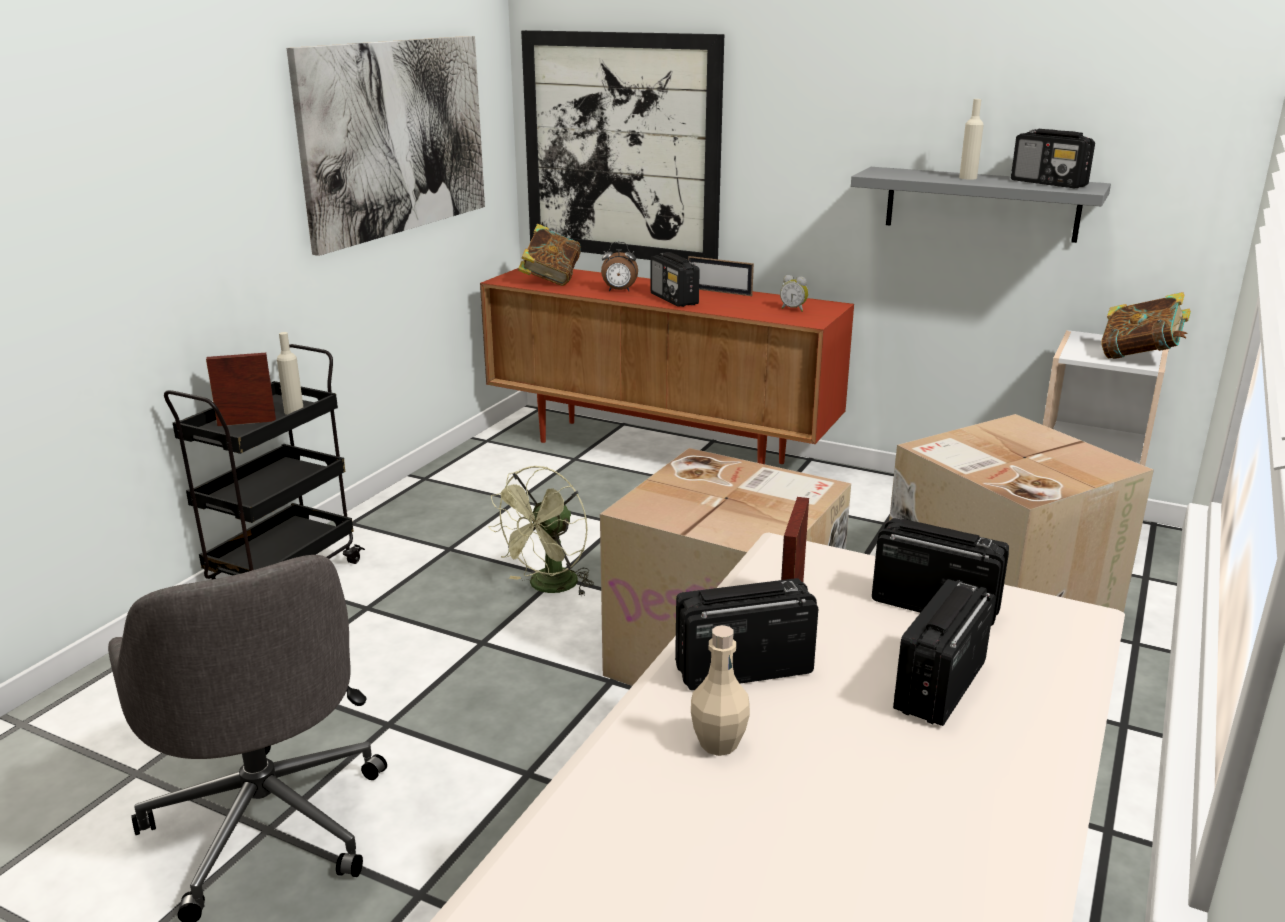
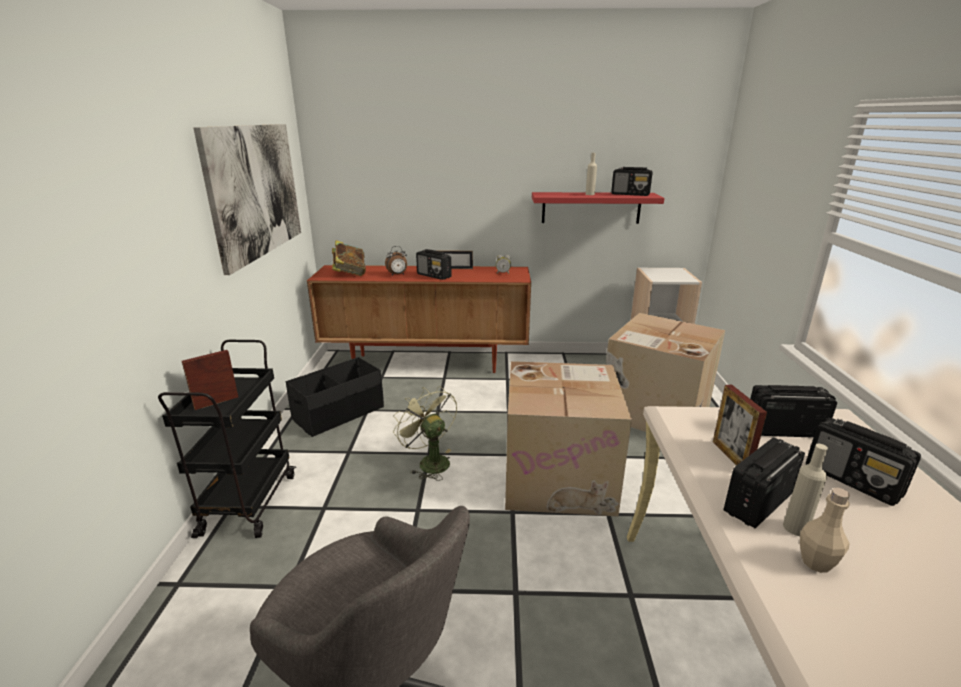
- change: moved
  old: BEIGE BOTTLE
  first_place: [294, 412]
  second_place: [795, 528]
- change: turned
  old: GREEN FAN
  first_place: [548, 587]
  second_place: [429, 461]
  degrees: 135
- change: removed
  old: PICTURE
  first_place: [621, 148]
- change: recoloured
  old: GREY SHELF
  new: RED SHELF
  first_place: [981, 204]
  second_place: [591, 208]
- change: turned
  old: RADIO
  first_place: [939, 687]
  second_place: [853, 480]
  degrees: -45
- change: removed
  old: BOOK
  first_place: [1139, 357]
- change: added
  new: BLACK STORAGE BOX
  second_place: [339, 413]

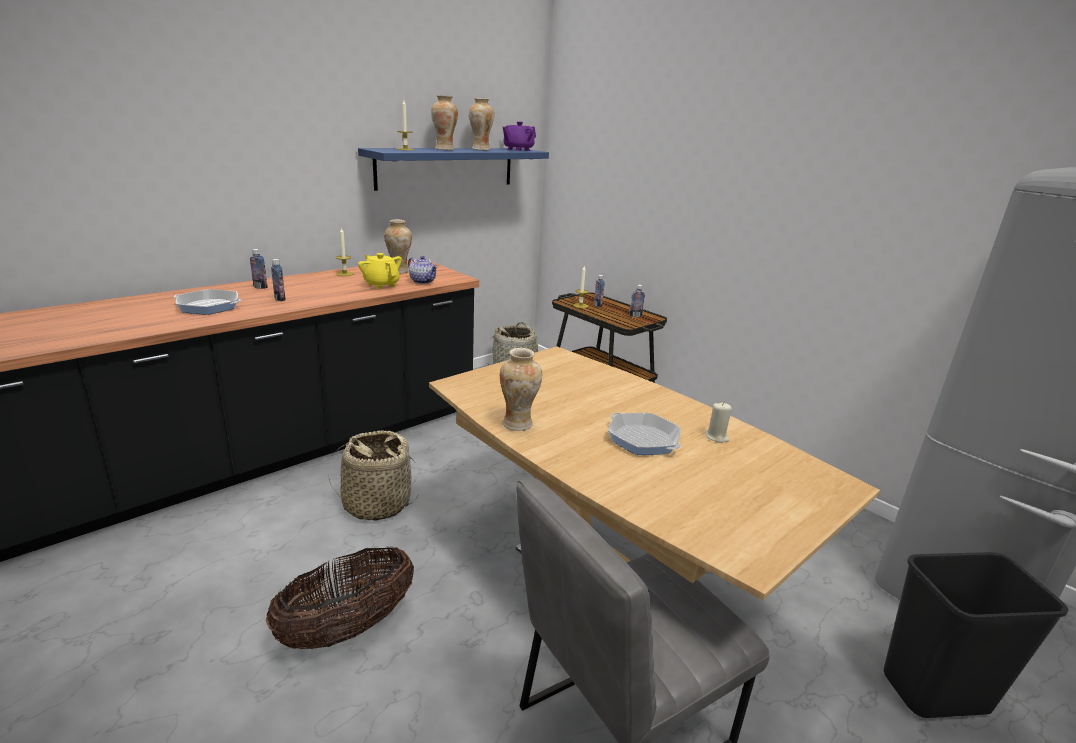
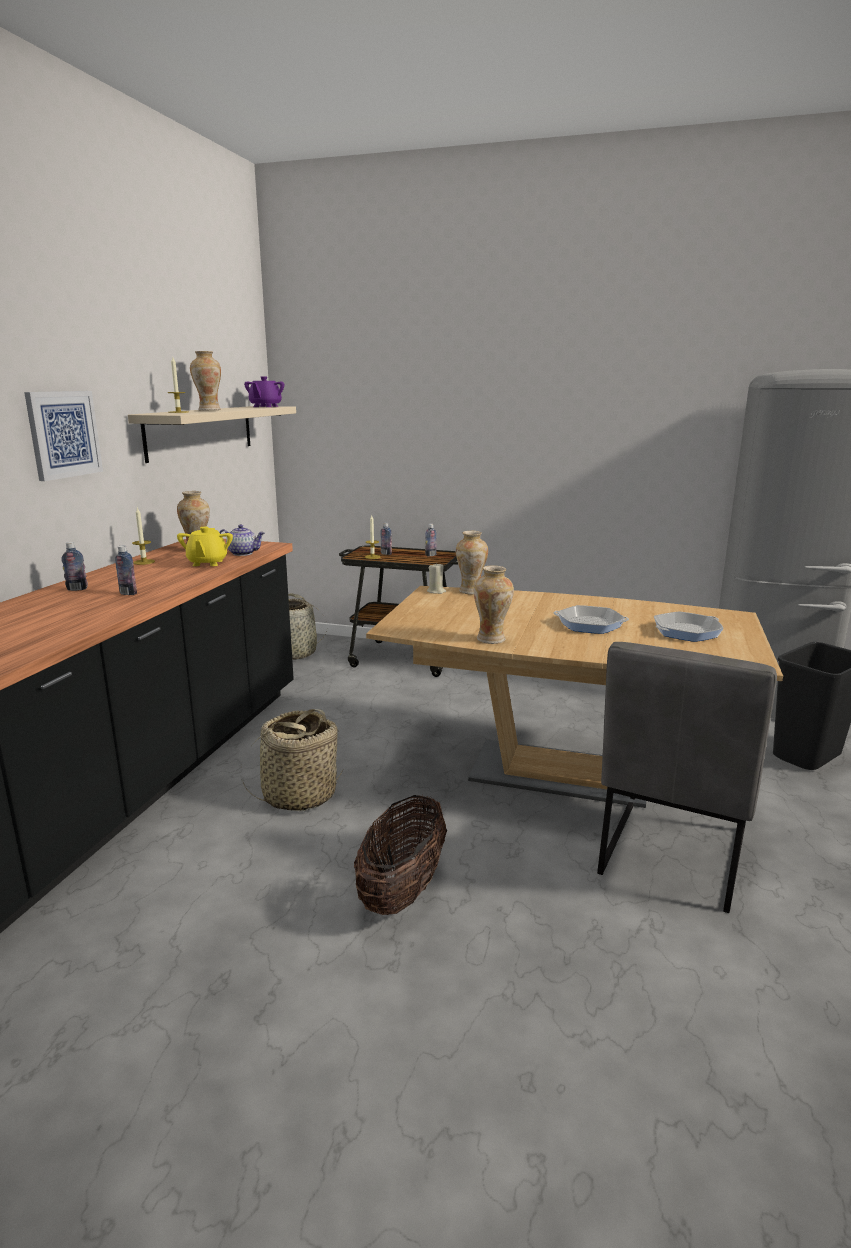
- change: moved
  old: FRYING PAN
  first_place: [209, 306]
  second_place: [686, 632]
- change: recoloured
  old: BLUE SHELF
  new: BEIGE SHELF
  first_place: [447, 167]
  second_place: [201, 431]
- change: turned
  old: YELLOW TEAPOT
  first_place: [381, 284]
  second_place: [207, 563]
  degrees: -105
- change: moved
  old: VASE
  first_place: [480, 149]
  second_place: [471, 591]
- change: moved
  old: BEIGE CANDLE
  first_place: [716, 437]
  second_place: [436, 591]
- change: added
  new: PICTURE
  second_place: [63, 434]

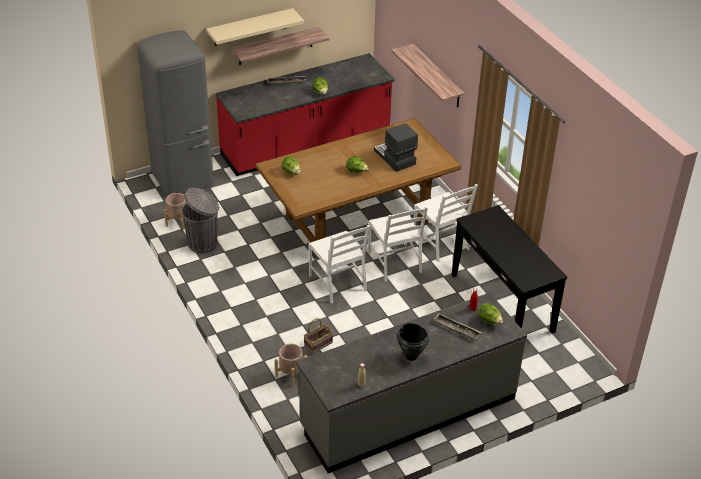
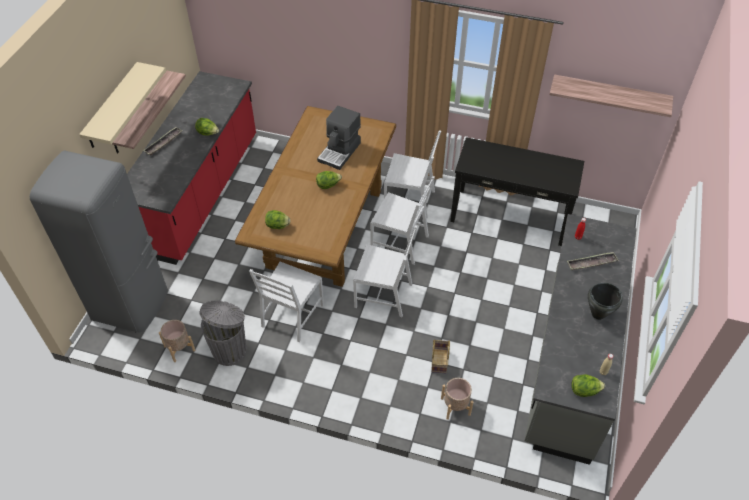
- change: turned
  old: COFFEE MACHINE
  first_place: [394, 158]
  second_place: [340, 152]
  degrees: -75
- change: moved
  old: SHELF
  first_place: [437, 76]
  second_place: [609, 95]
- change: moved
  old: LETTUCE
  first_place: [489, 321]
  second_place: [584, 390]
- change: added
  new: WHITE CHAIR
  second_place: [292, 316]

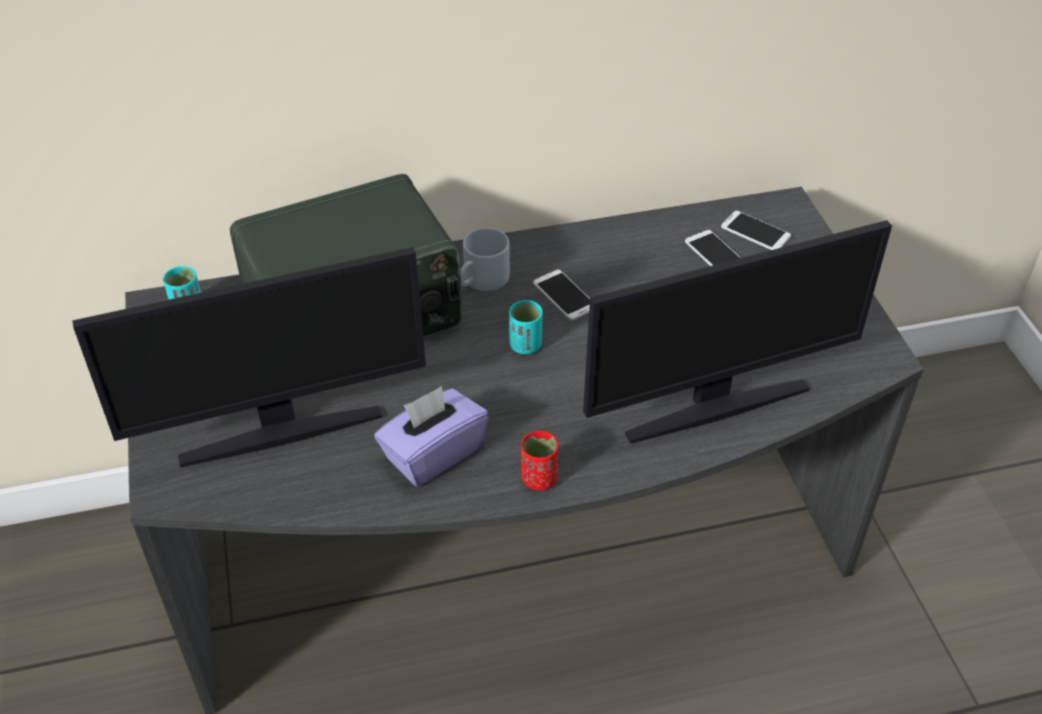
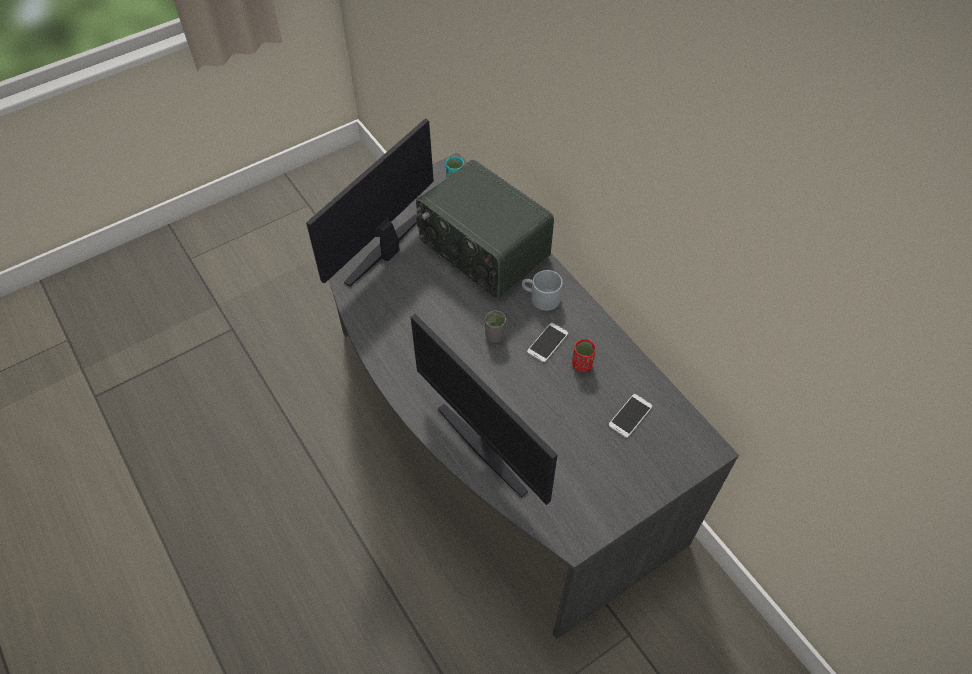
- change: turned
  old: MONITOR
  first_place: [280, 432]
  second_place: [386, 251]
  degrees: 75
- change: removed
  old: PURPLE TISSUE BOX
  first_place: [433, 454]
- change: recoloured
  old: TURQUOISE CUP
  new: GREY CUP
  first_place: [525, 345]
  second_place: [495, 336]
- change: moved
  old: RED CUP
  first_place: [539, 478]
  second_place: [582, 364]
- change: removed
  old: PHONE
  first_place: [755, 232]

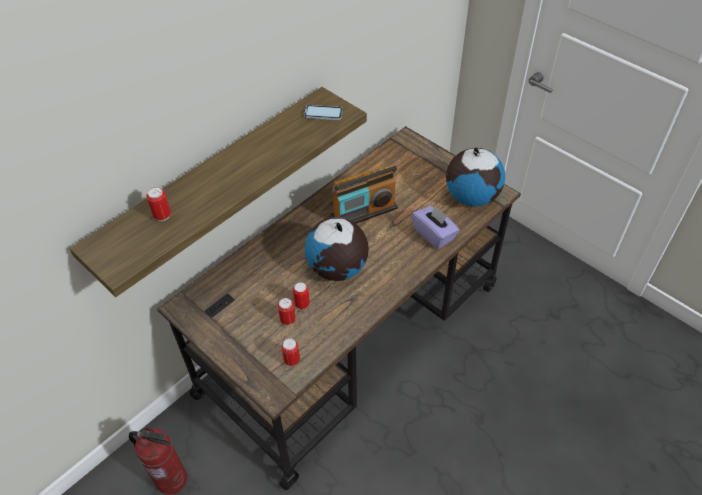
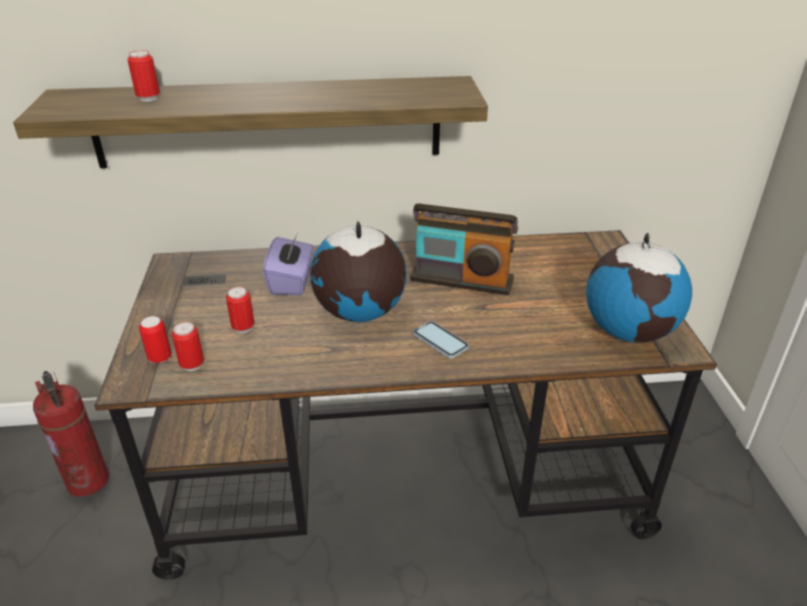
- change: moved
  old: CAN
  first_place: [302, 304]
  second_place: [160, 358]
- change: moved
  old: PHONE
  first_place: [323, 113]
  second_place: [440, 341]
- change: moved
  old: PURPLE TISSUE BOX
  first_place: [434, 235]
  second_place: [292, 281]

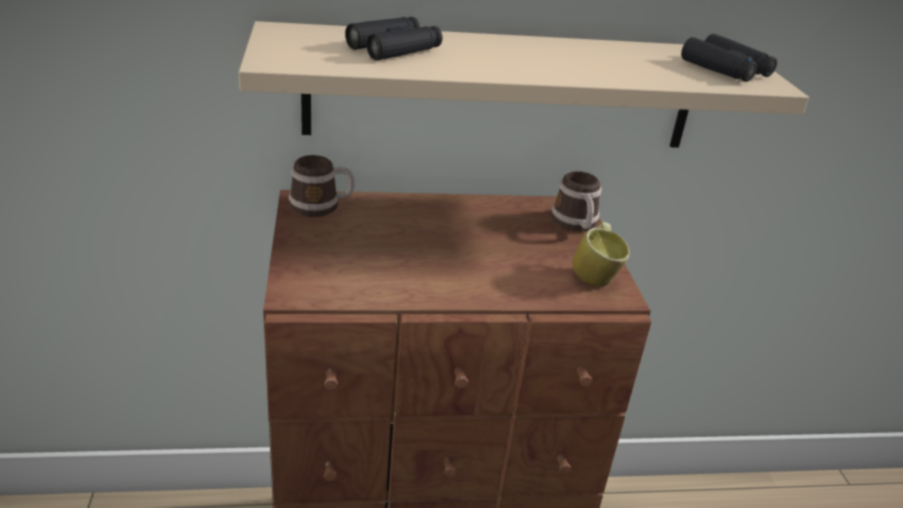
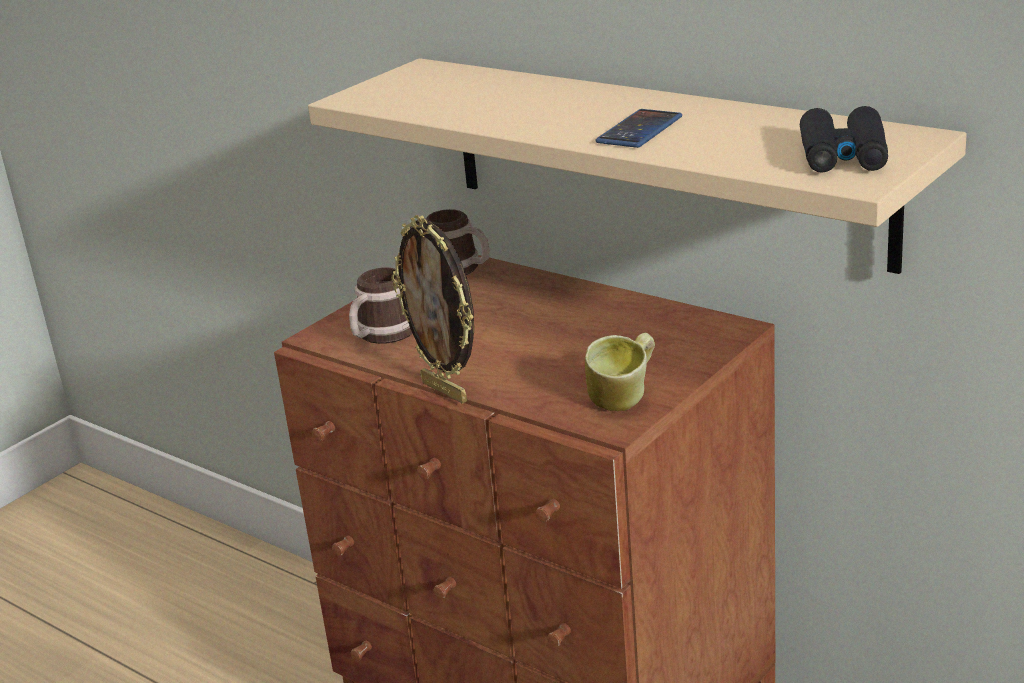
- change: removed
  old: BLACK BINOCULARS
  first_place: [394, 49]
- change: moved
  old: MUG
  first_place: [576, 224]
  second_place: [381, 335]
- change: added
  new: PICTURE FRAME
  second_place: [446, 391]
- change: added
  new: PHONE
  second_place: [639, 130]

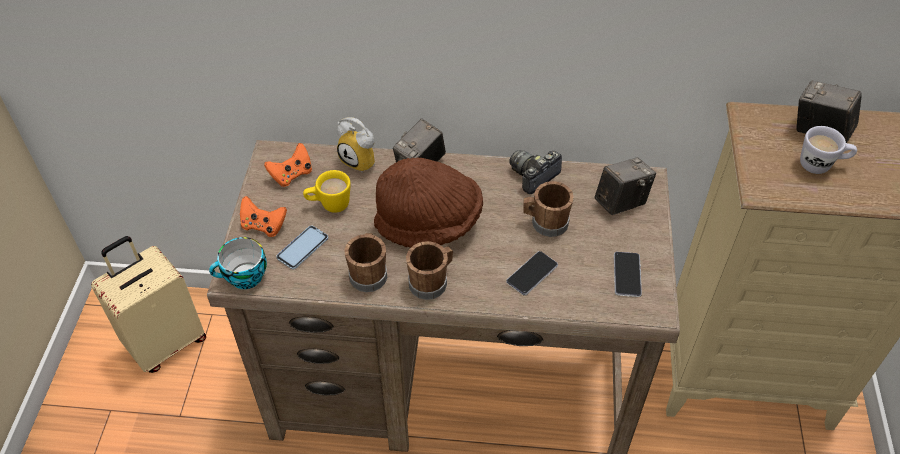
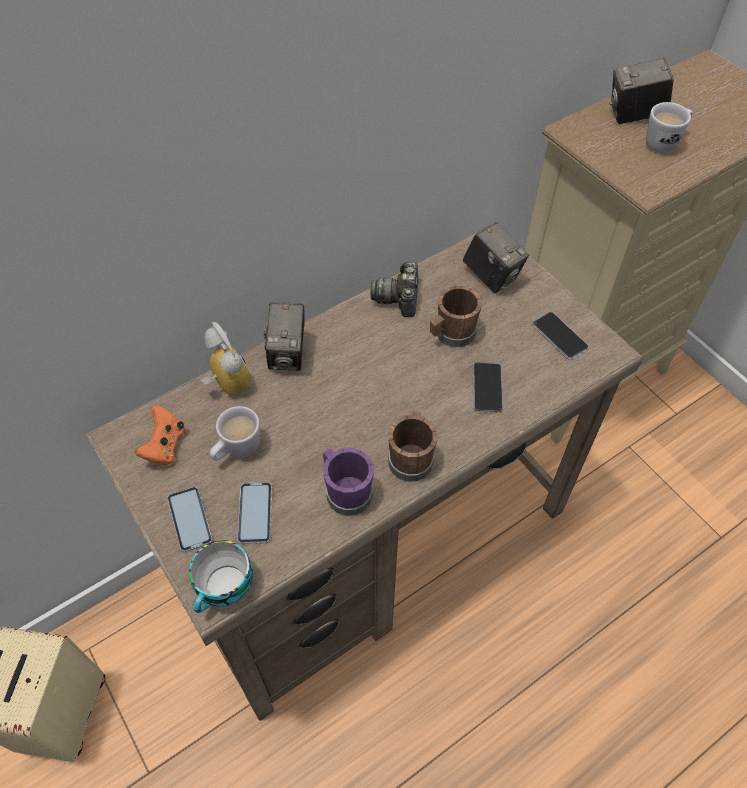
- change: replaced
  old: ORANGE GAME CONTROLLER
  new: PHONE
  first_place: [263, 226]
  second_place: [190, 519]
- change: recoloured
  old: YELLOW MUG
  new: WHITE MUG
  first_place: [329, 205]
  second_place: [237, 450]
- change: turned
  old: ALARM CLOCK
  first_place: [362, 160]
  second_place: [224, 384]
  degrees: -120
- change: recoloured
  old: BROWN MUG
  new: PURPLE MUG
  first_place: [368, 273]
  second_place: [346, 491]
- change: removed
  old: BROWN HAT
  first_place: [429, 223]
- change: turned
  old: PHOTO CAMERA
  first_place: [621, 202]
  second_place: [492, 276]
  degrees: 120

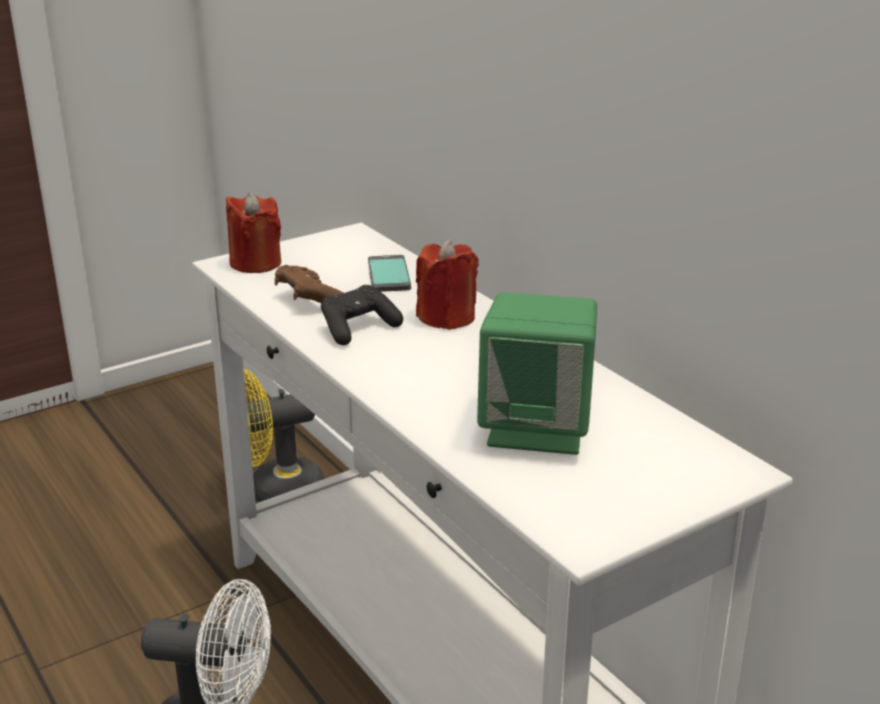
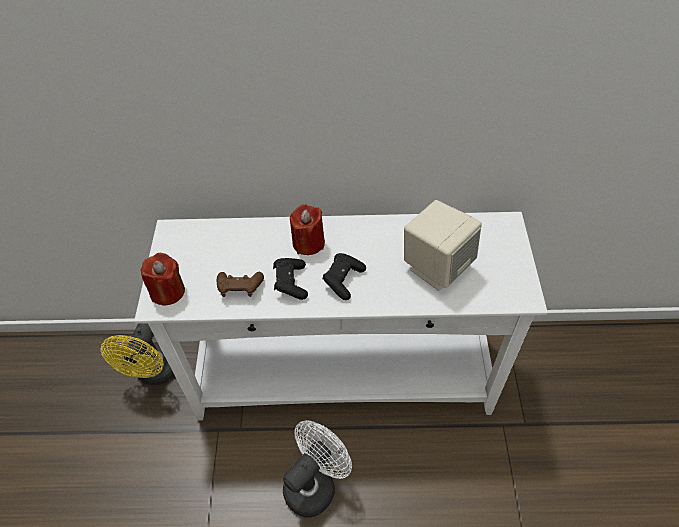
- change: removed
  old: PHONE
  first_place: [388, 275]
- change: recoloured
  old: GREEN SPEAKER
  new: BEIGE SPEAKER
  first_place: [537, 429]
  second_place: [436, 266]
- change: added
  new: BLACK GAME CONTROLLER
  second_place: [343, 280]

